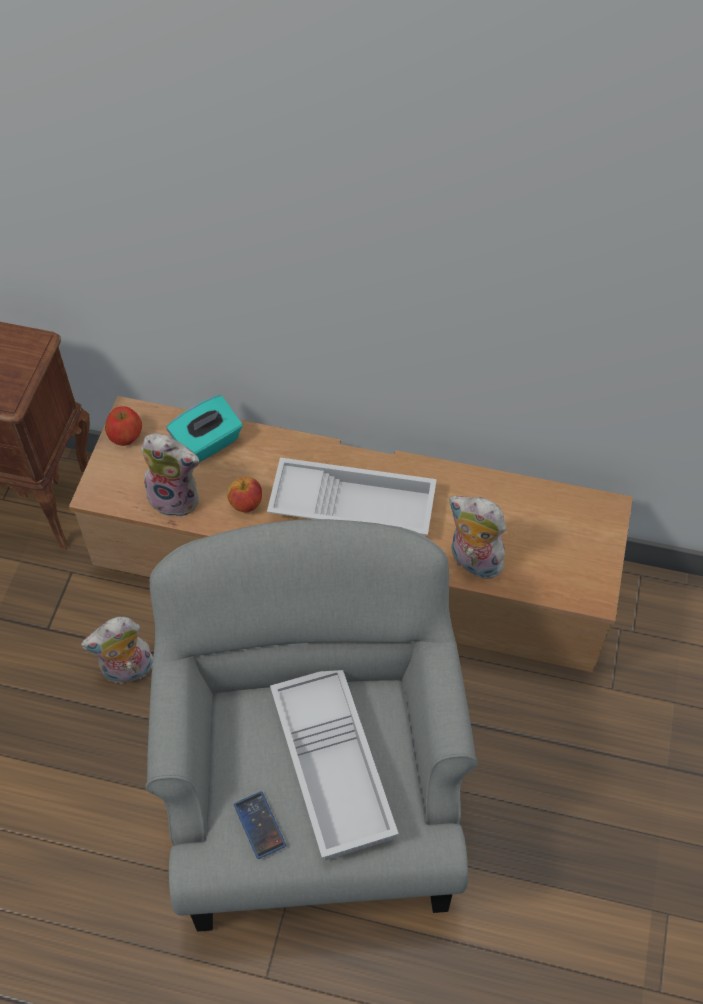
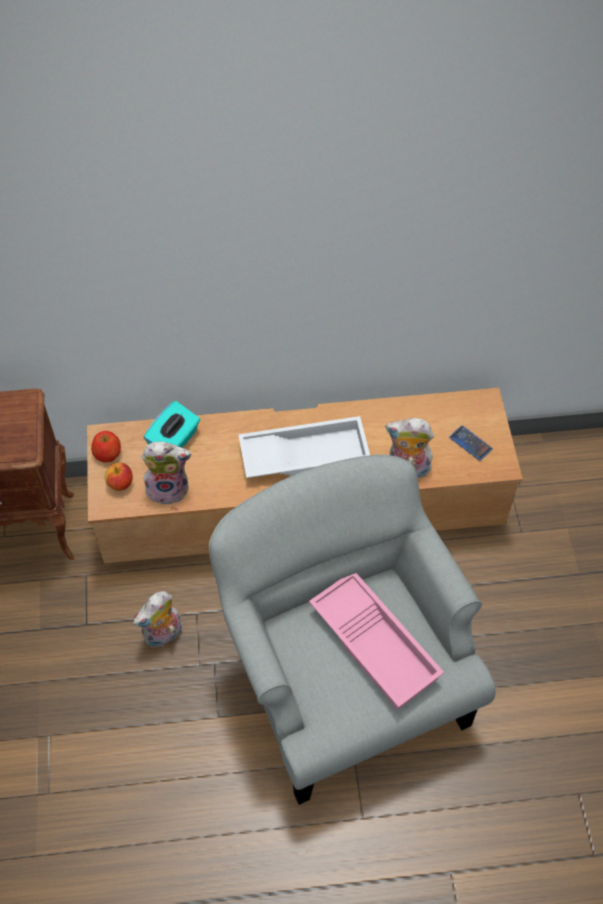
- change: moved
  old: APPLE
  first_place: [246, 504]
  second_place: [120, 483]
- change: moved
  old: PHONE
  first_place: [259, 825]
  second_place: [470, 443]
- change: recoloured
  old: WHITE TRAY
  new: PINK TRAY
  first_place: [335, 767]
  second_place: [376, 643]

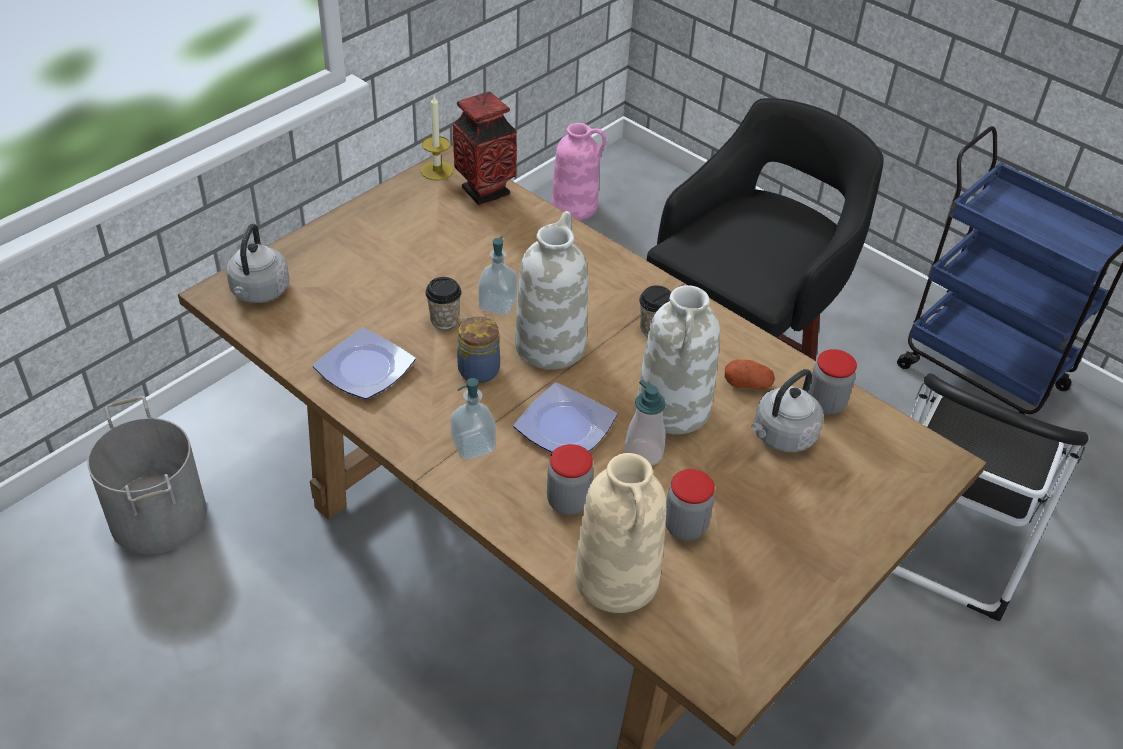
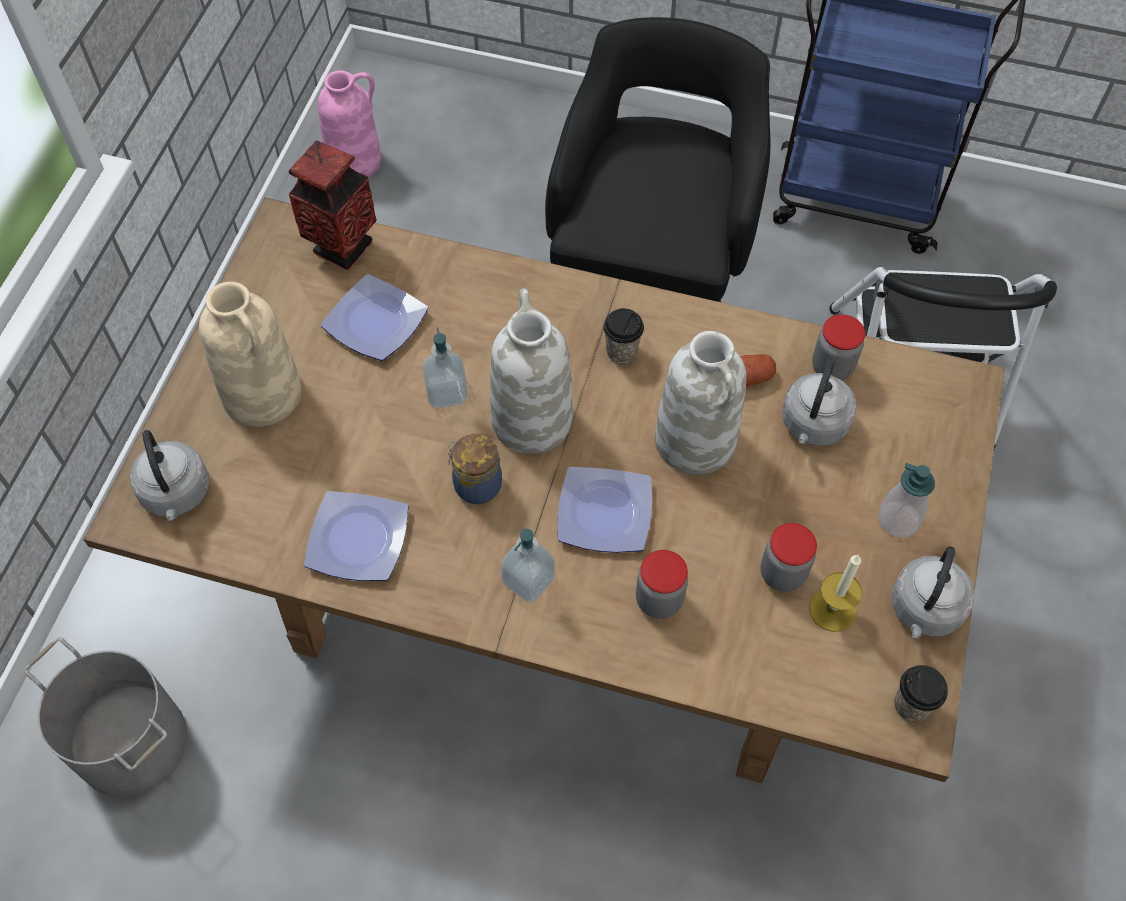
- change: moved
  old: CANDLE
  first_place: [437, 170]
  second_place: [832, 609]
- change: moved
  old: CUP
  first_place: [444, 320]
  second_place: [911, 705]
- change: moved
  old: BEIGE VASE
  first_place: [618, 580]
  second_place: [264, 394]
- change: moved
  old: SOAP DISPENSER
  first_place: [643, 453]
  second_place: [898, 520]
- change: added
  new: PLATE
  second_place: [375, 320]
- change: added
  new: GREY KETTLE
  second_place: [924, 610]

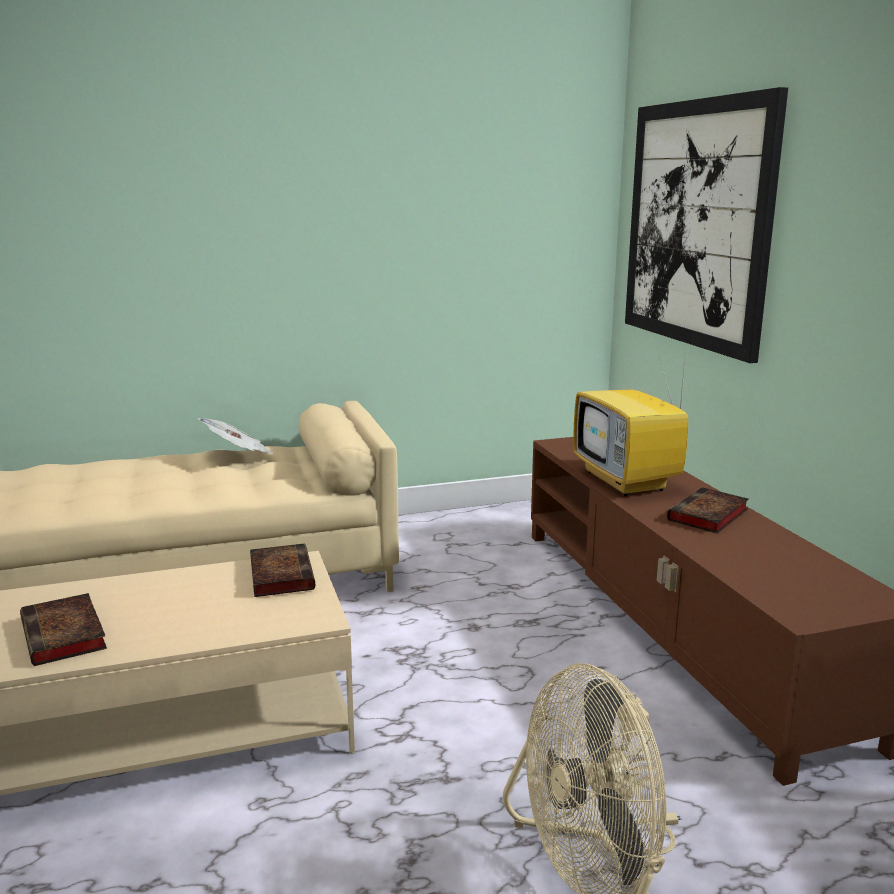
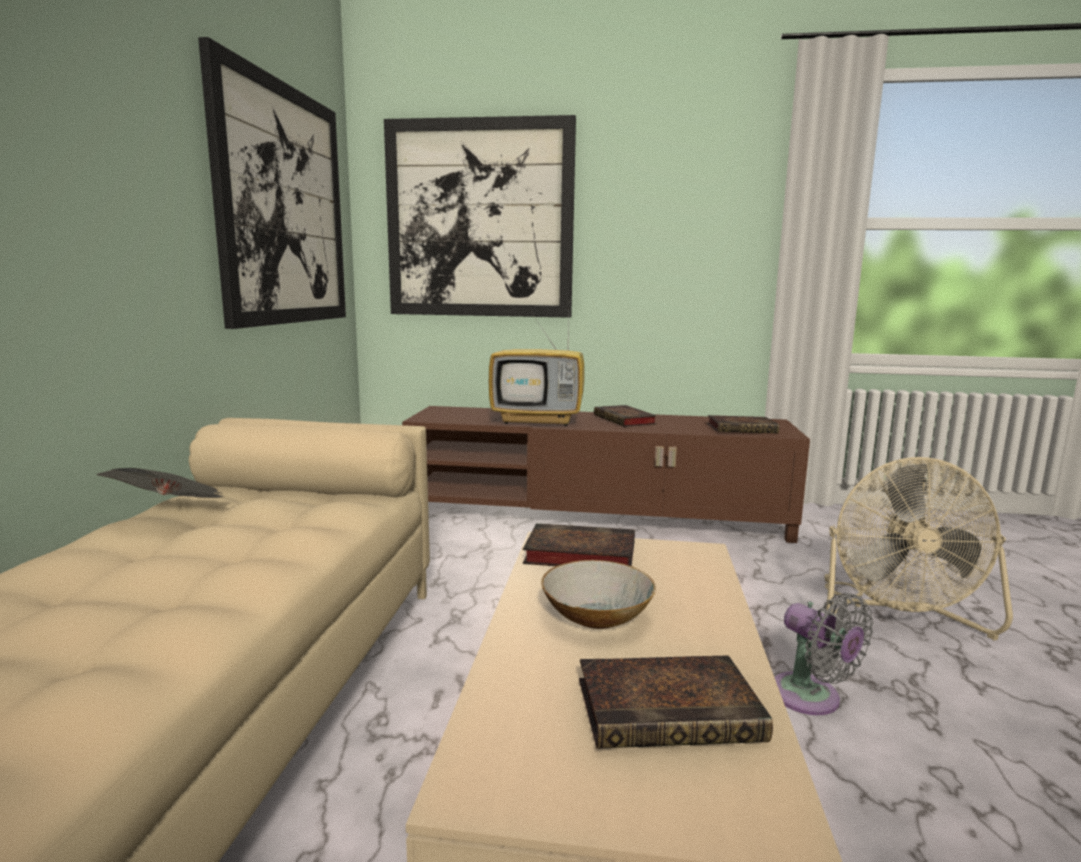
- change: added
  new: PICTURE
  second_place: [283, 206]
- change: added
  new: BOWL
  second_place: [596, 616]
- change: added
  new: BOOK
  second_place: [743, 429]
- change: added
  new: GREY FAN
  second_place: [811, 699]

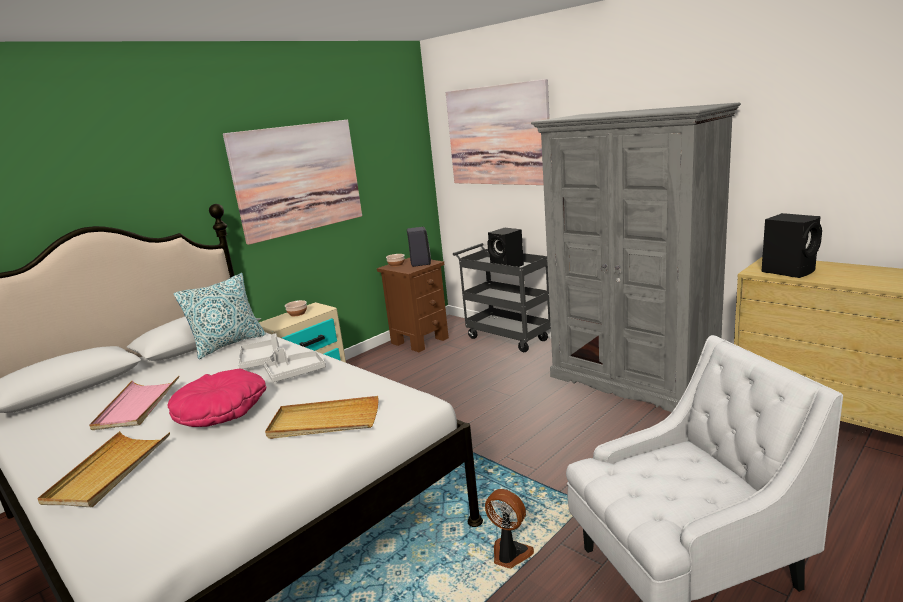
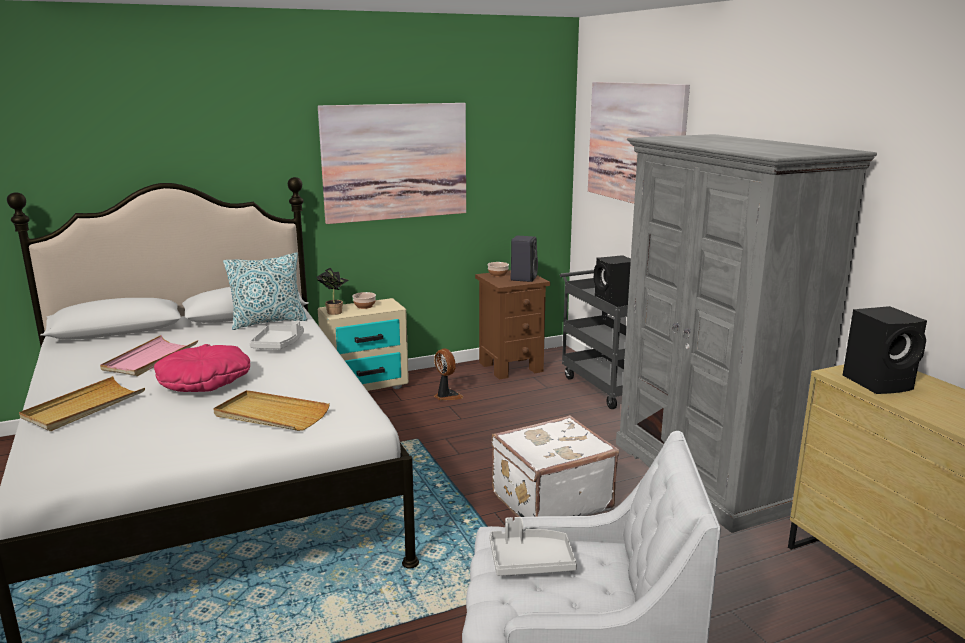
- change: moved
  old: GREY TRAY
  first_place: [295, 373]
  second_place: [530, 561]
- change: moved
  old: FAN
  first_place: [509, 555]
  second_place: [446, 396]
- change: added
  new: POTTED PLANT
  second_place: [333, 312]
- change: added
  new: WHITE SUITCASE
  second_place: [550, 500]

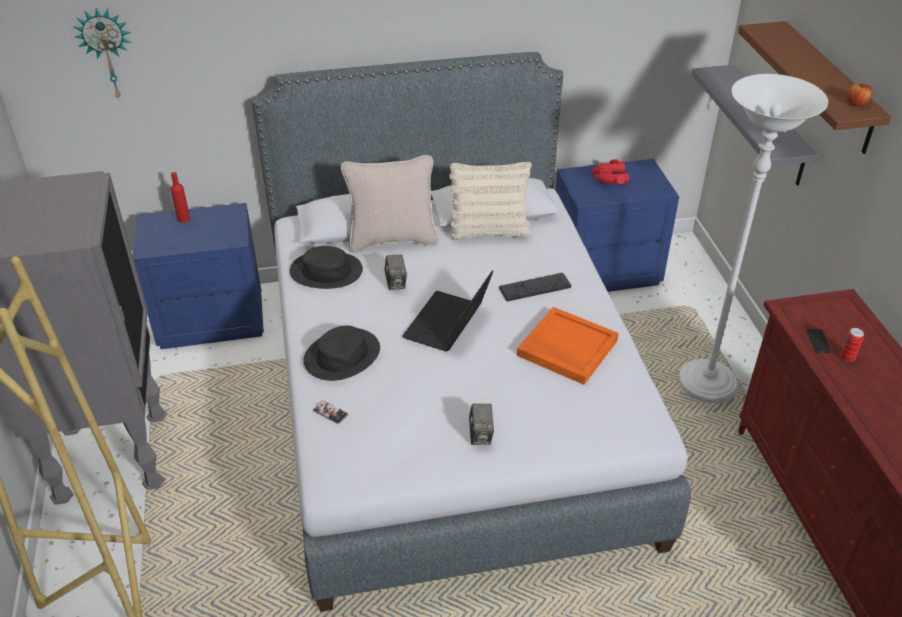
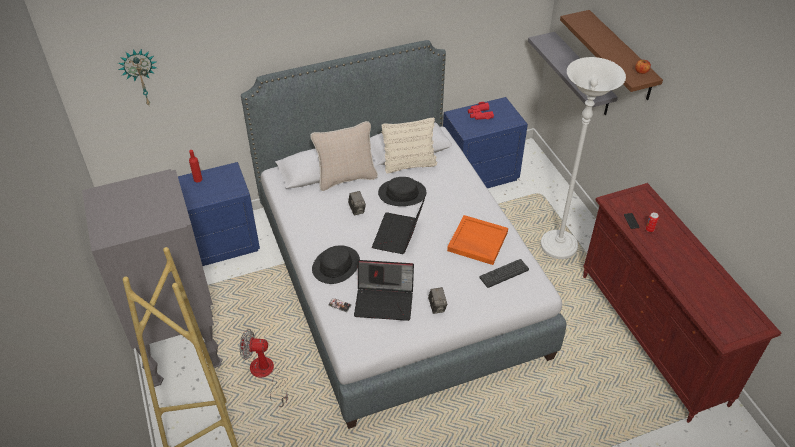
- change: moved
  old: BLACK HAT
  first_place: [326, 271]
  second_place: [402, 193]
- change: moved
  old: KEYBOARD
  first_place: [535, 287]
  second_place: [504, 273]
- change: added
  new: FAN
  second_place: [266, 374]
- change: added
  new: LAPTOP
  second_place: [385, 301]

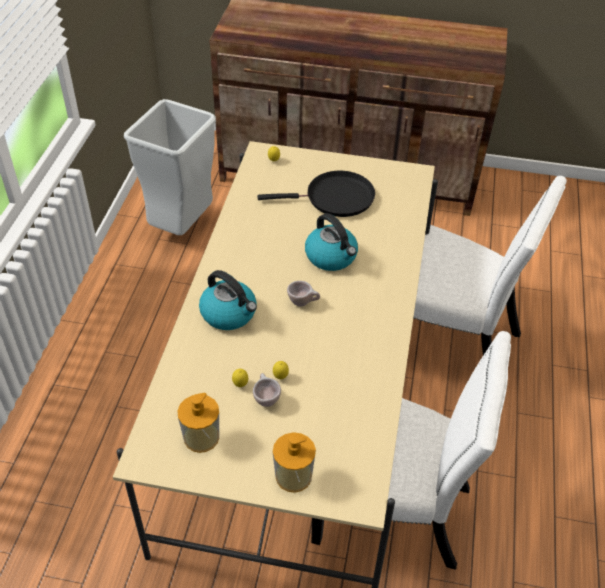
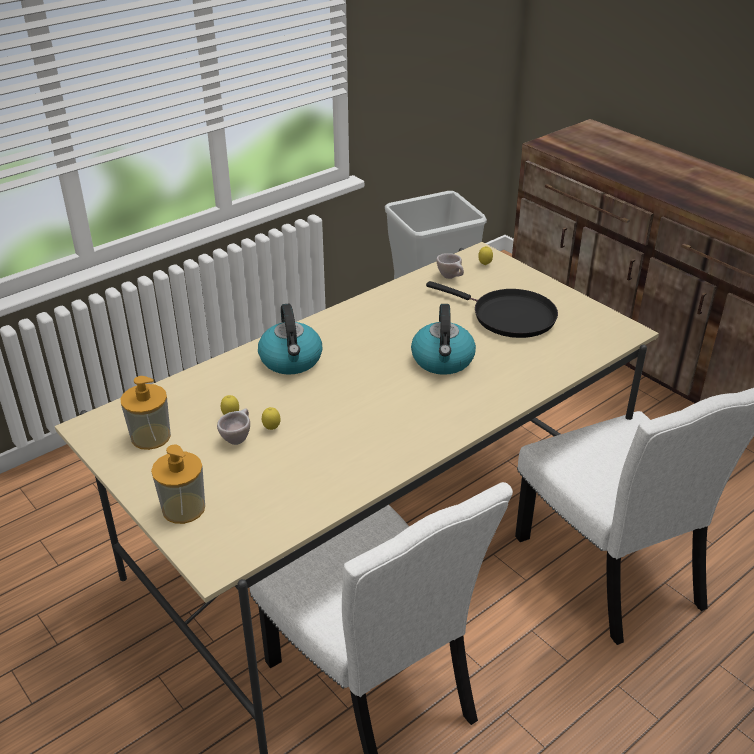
- change: moved
  old: BEIGE CUP
  first_place: [303, 303]
  second_place: [451, 277]

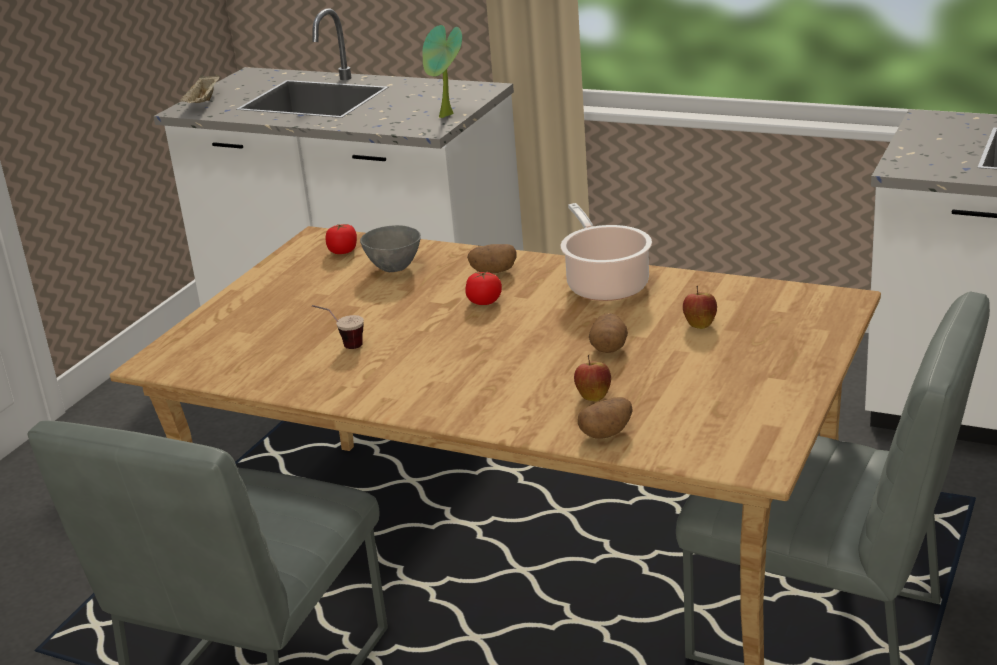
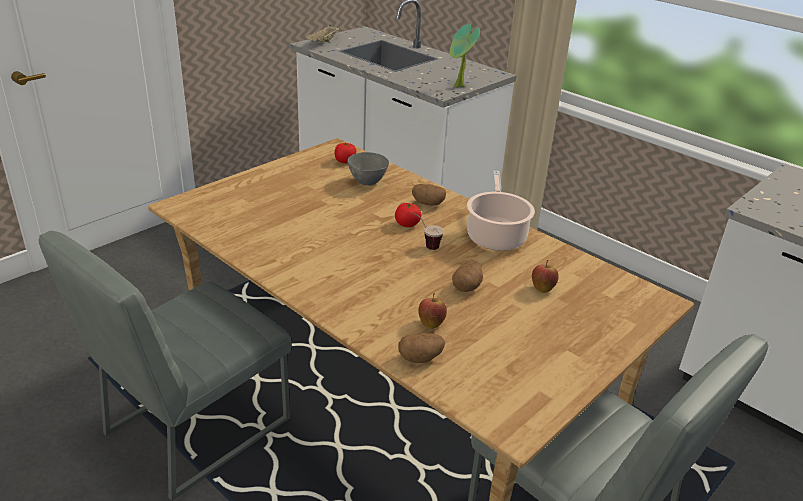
- change: moved
  old: CUP
  first_place: [342, 345]
  second_place: [425, 244]

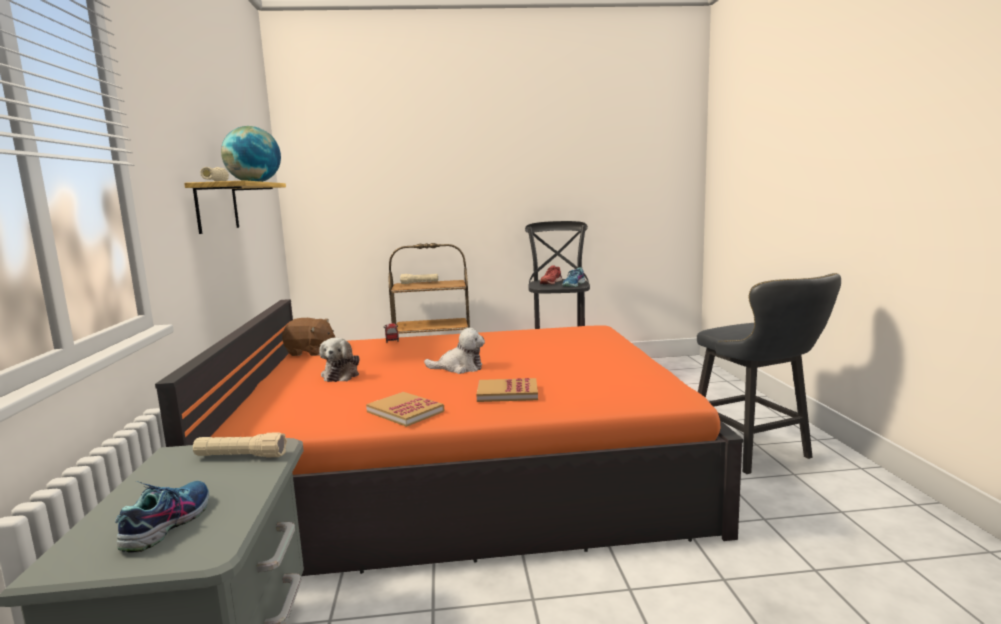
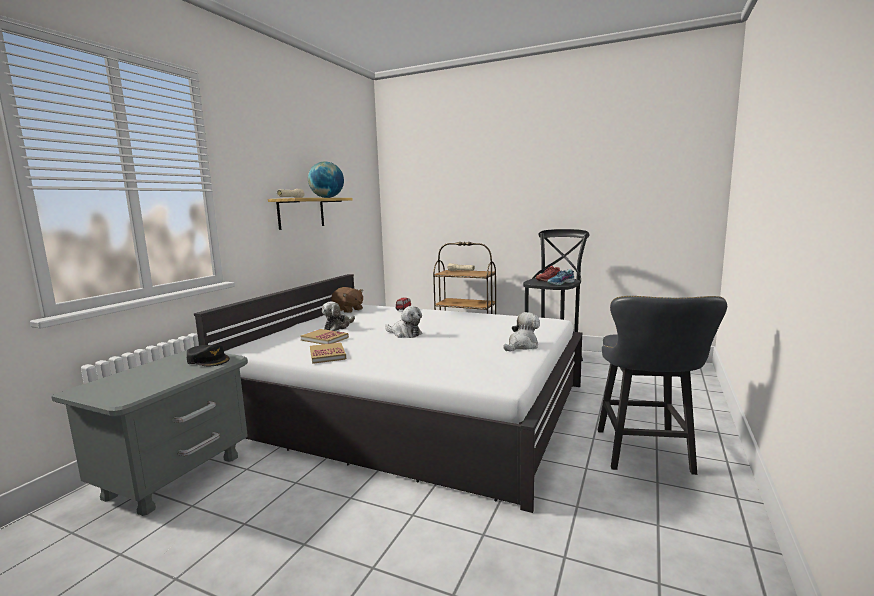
- change: removed
  old: SHOE
  first_place: [167, 523]
- change: recoloured
  old: ORANGE BED
  new: WHITE BED
  first_place: [464, 469]
  second_place: [411, 407]
- change: replaced
  old: BEIGE FLASHLIGHT
  new: BLACK CAP
  first_place: [241, 456]
  second_place: [208, 360]
- change: moved
  old: BOOK
  first_place: [507, 393]
  second_place: [324, 339]
- change: added
  new: PLUSH TOY
  second_place: [522, 346]

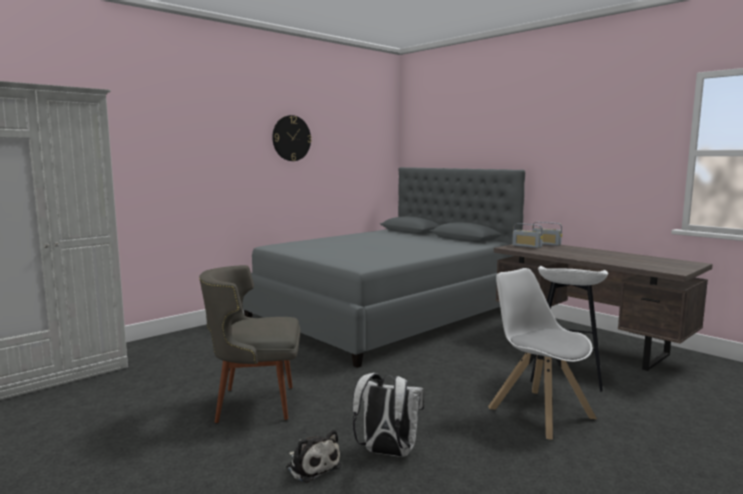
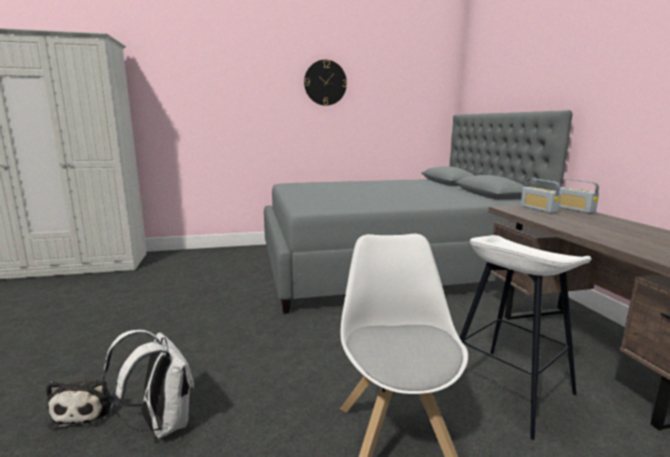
- change: removed
  old: GREY CHAIR
  first_place: [257, 404]

